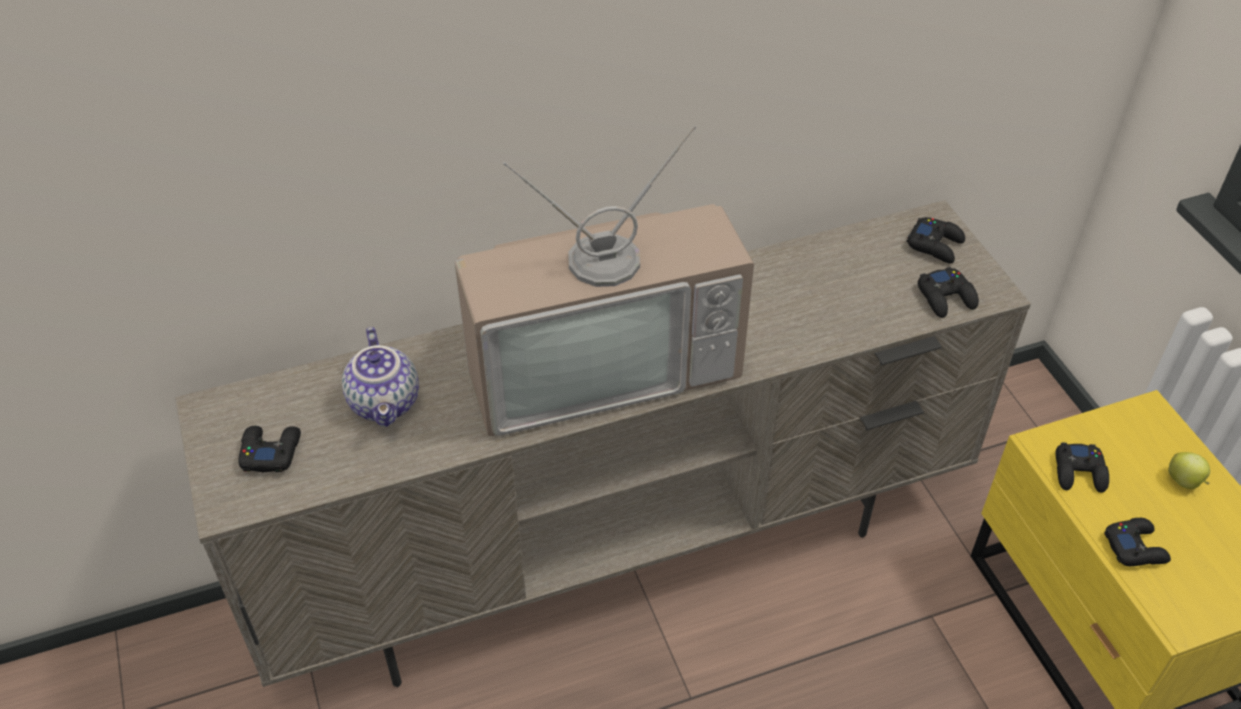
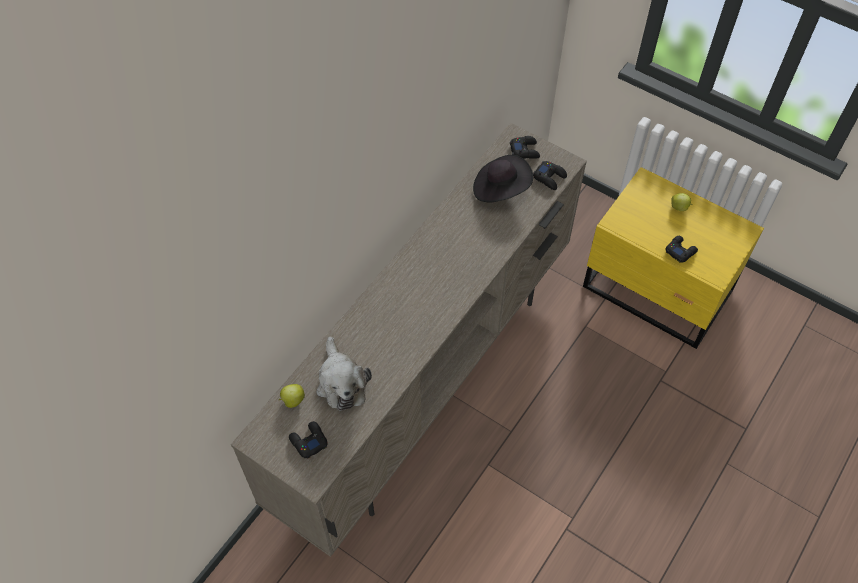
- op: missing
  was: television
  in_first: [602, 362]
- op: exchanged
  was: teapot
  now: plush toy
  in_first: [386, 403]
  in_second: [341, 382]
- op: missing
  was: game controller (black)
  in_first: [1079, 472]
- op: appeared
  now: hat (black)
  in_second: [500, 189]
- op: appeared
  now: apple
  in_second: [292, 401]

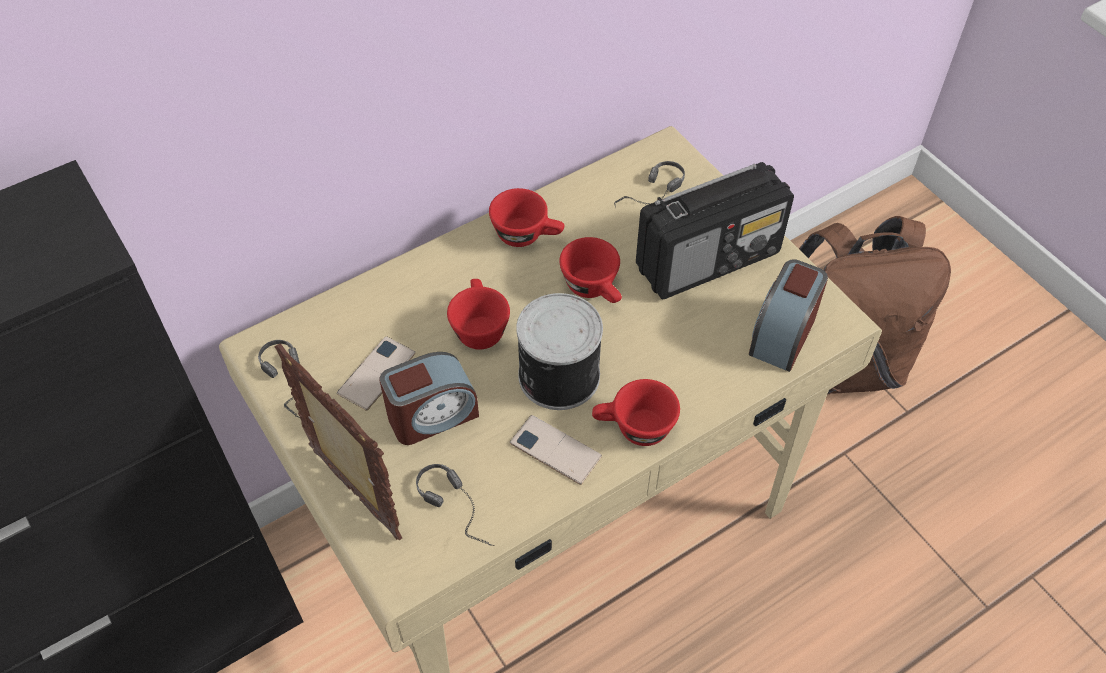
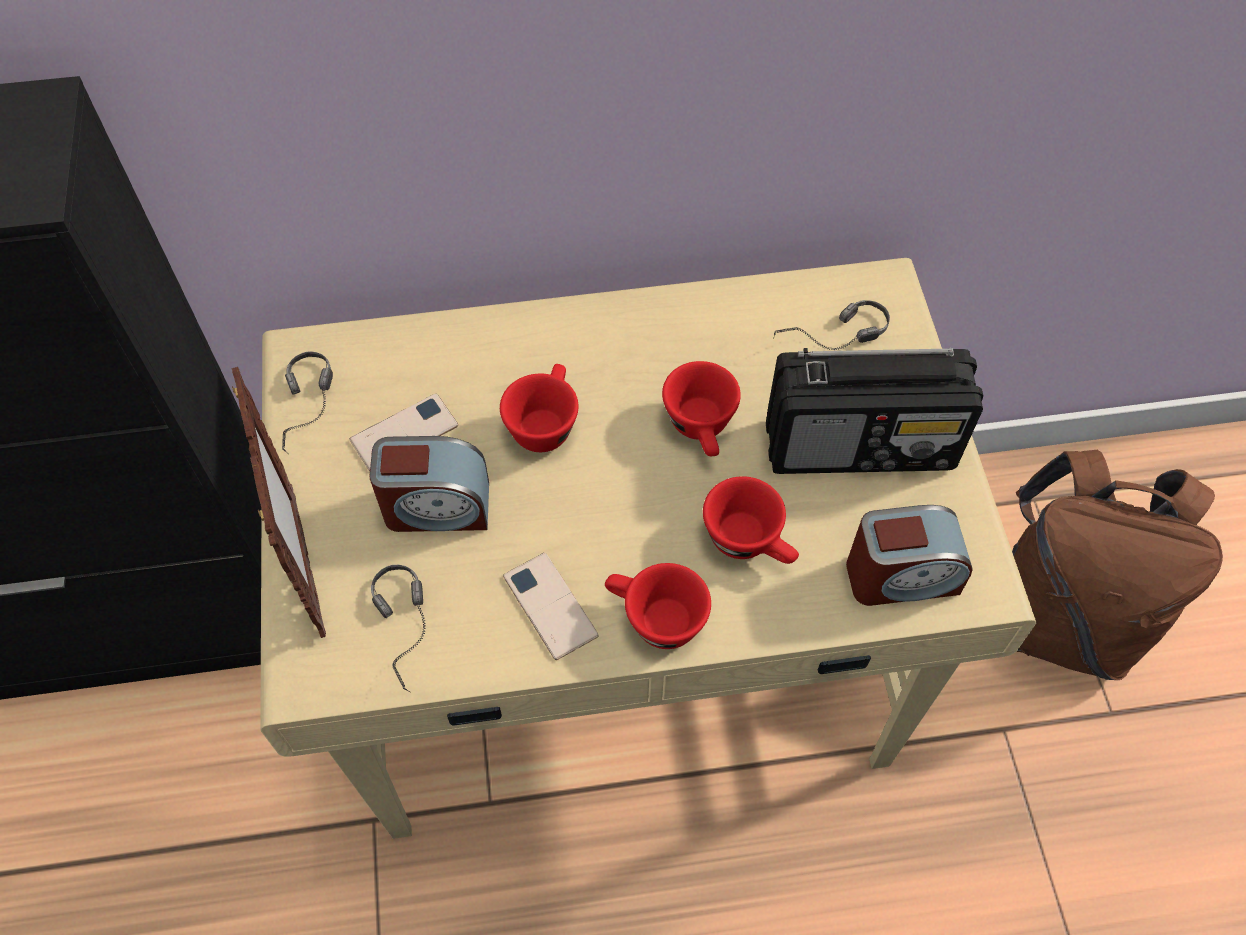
- op: relocated
  was: cup (red)
  in_first: [527, 235]
  in_second: [750, 542]
- op: spun
  was: alarm clock
  in_first: [782, 334]
  in_second: [901, 576]
  clockwise: -150
- op: missing
  was: can
  in_first: [556, 375]

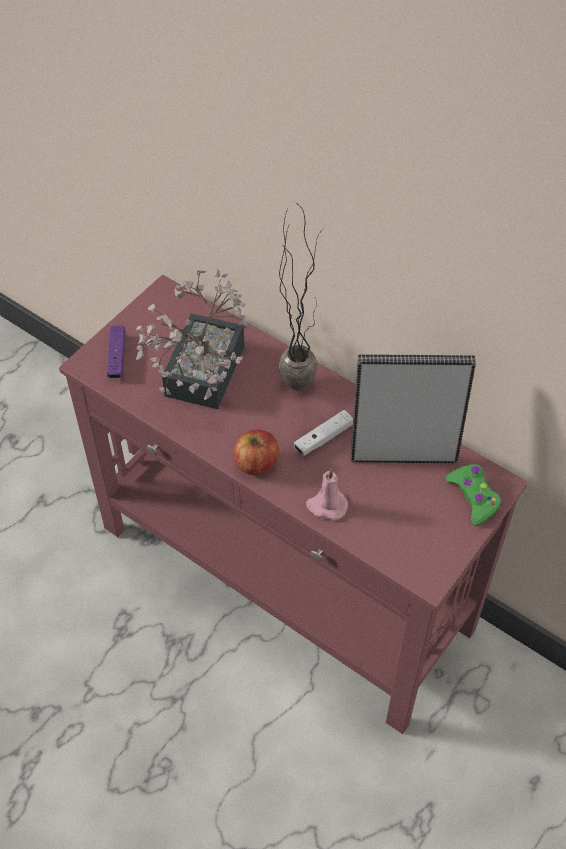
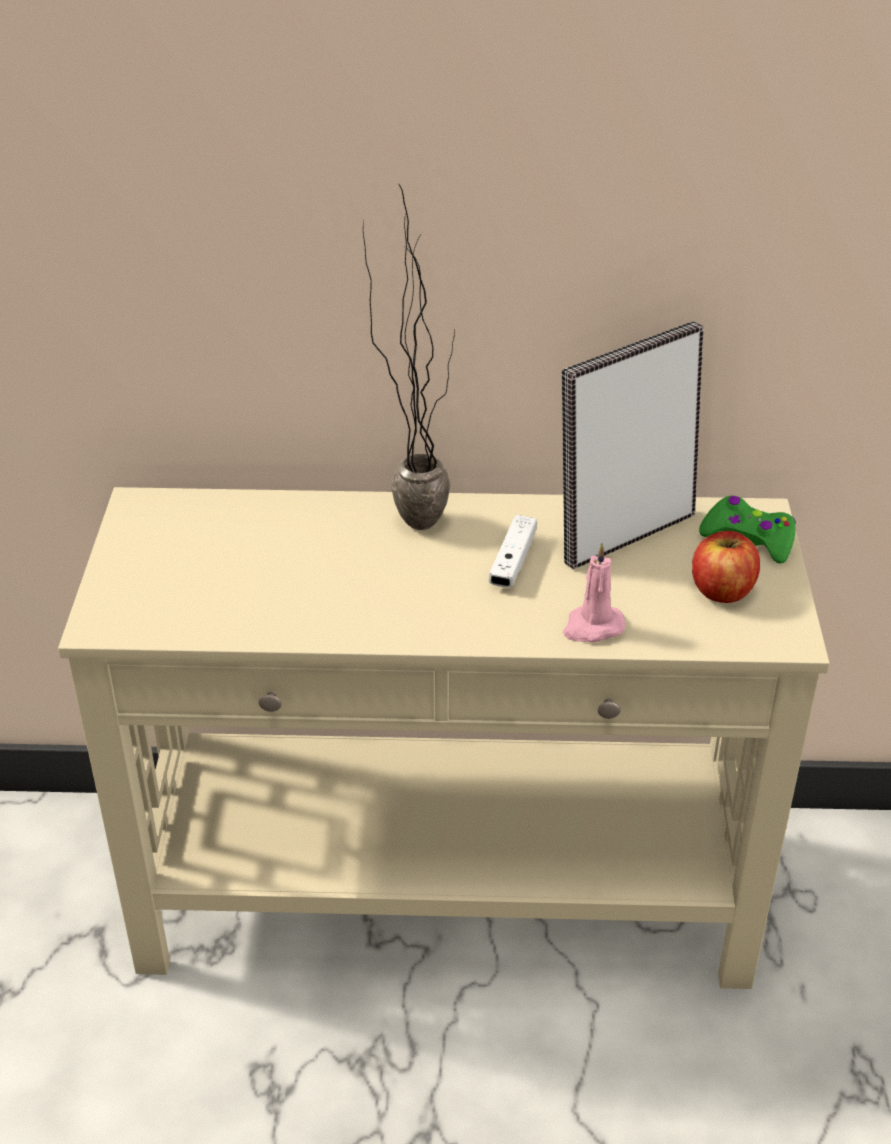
- op: missing
  was: potted plant
  in_first: [200, 379]
- op: colour
  was: console table (red)
  now: console table (beige)
  in_first: [284, 580]
  in_second: [448, 897]
- op: missing
  was: game controller (purple)
  in_first: [117, 357]
- op: relocated
  was: apple
  in_first: [256, 463]
  in_second: [722, 590]

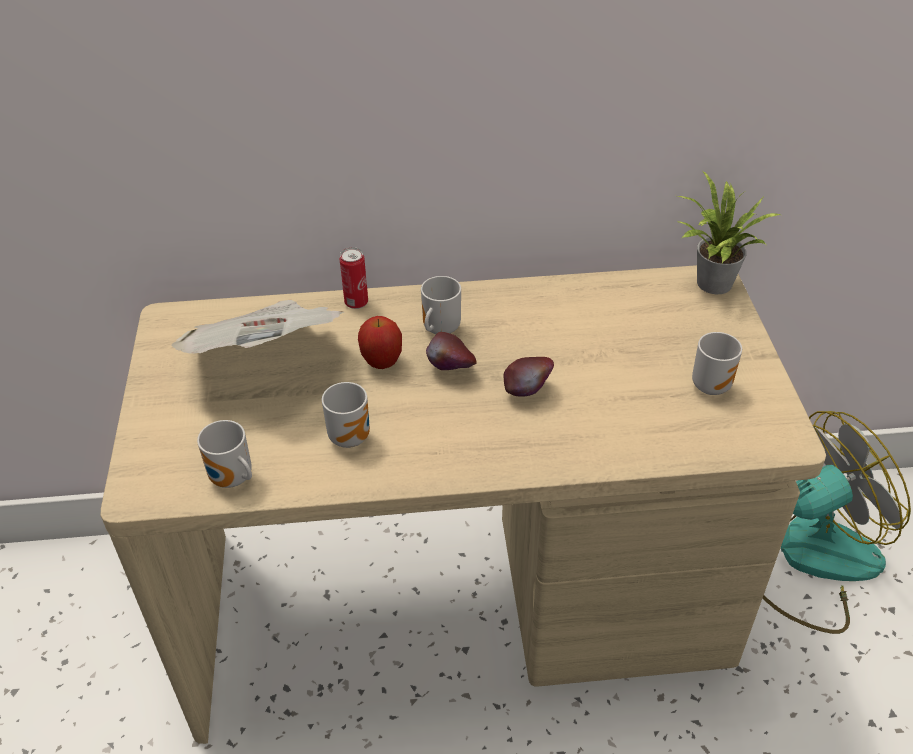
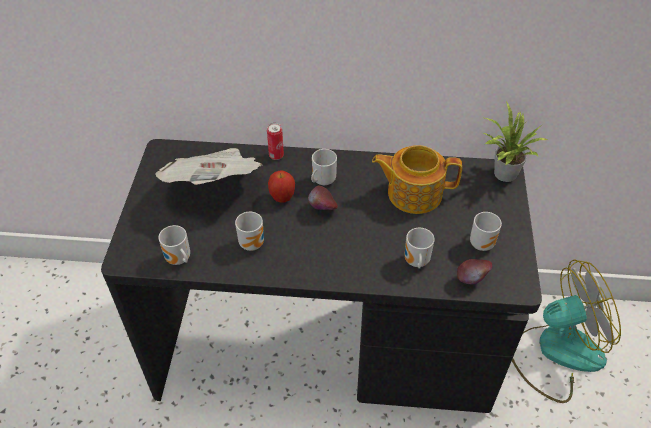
- op: colour
  was: desk (beige)
  now: desk (black)
  in_first: [459, 607]
  in_second: [325, 345]
- op: relocated
  was: apple
  in_first: [527, 392]
  in_second: [471, 279]
- op: appeared
  now: teapot
  in_second: [413, 193]
- op: appeared
  now: mug
  in_second: [415, 262]

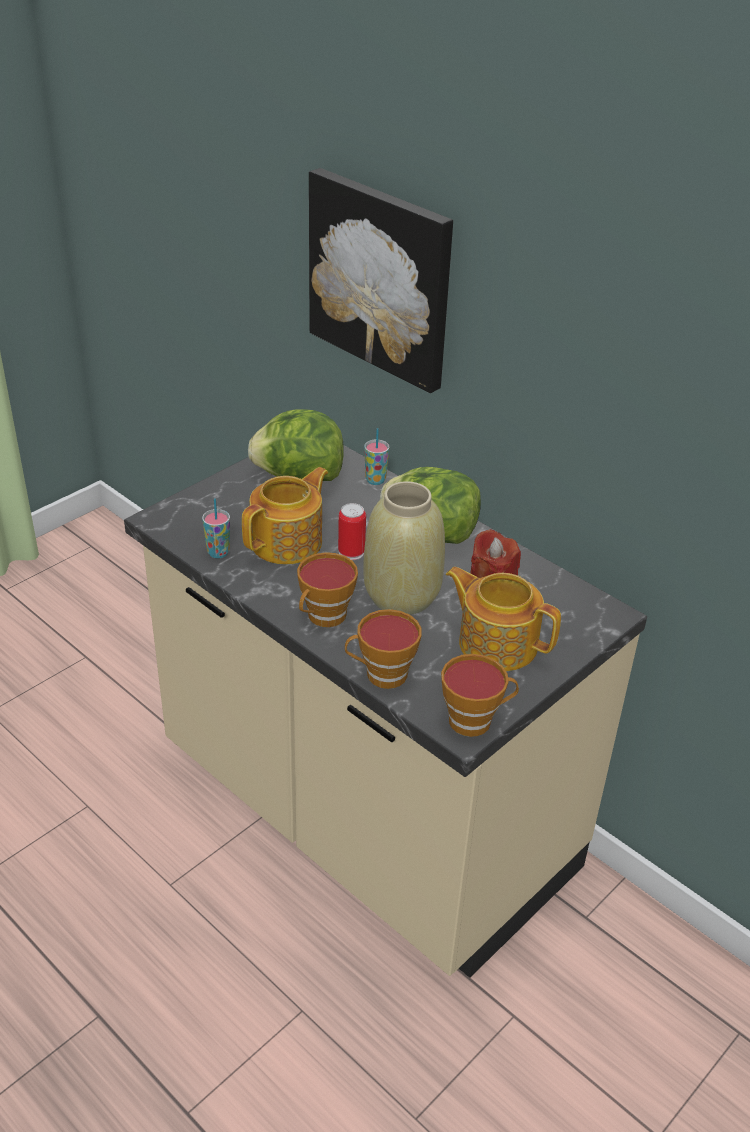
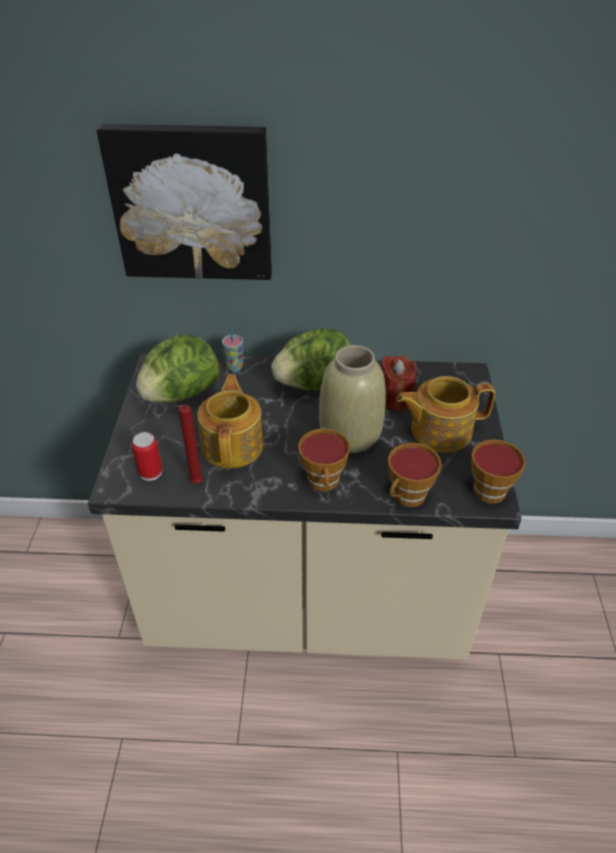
- op: exchanged
  was: cup
  now: candle (red)
  in_first: [218, 552]
  in_second: [195, 483]
- op: relocated
  was: can
  in_first: [351, 552]
  in_second: [150, 472]

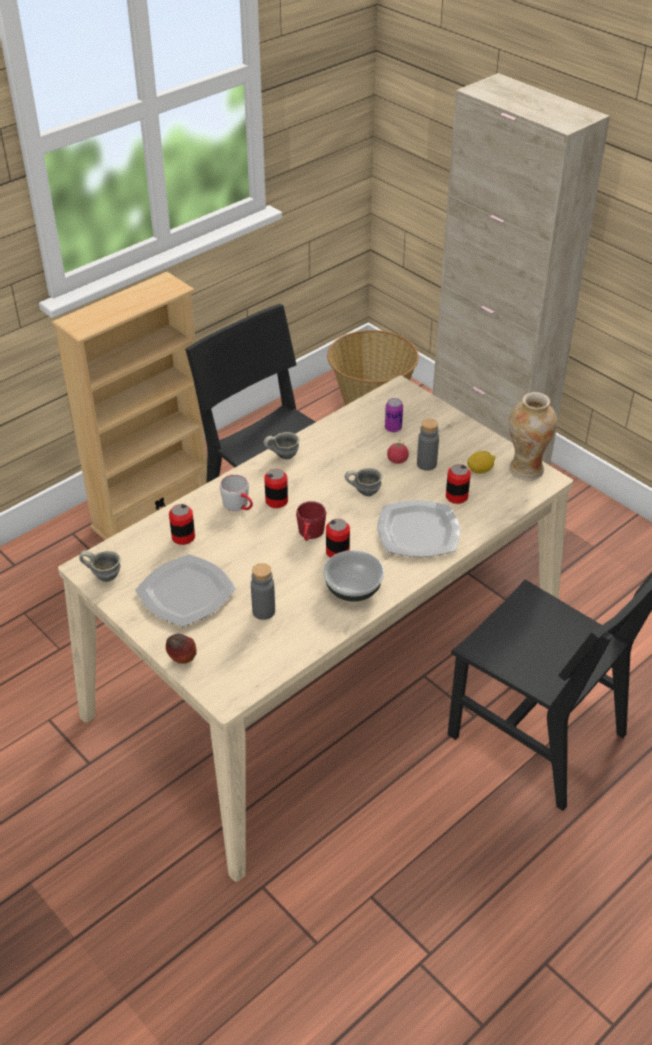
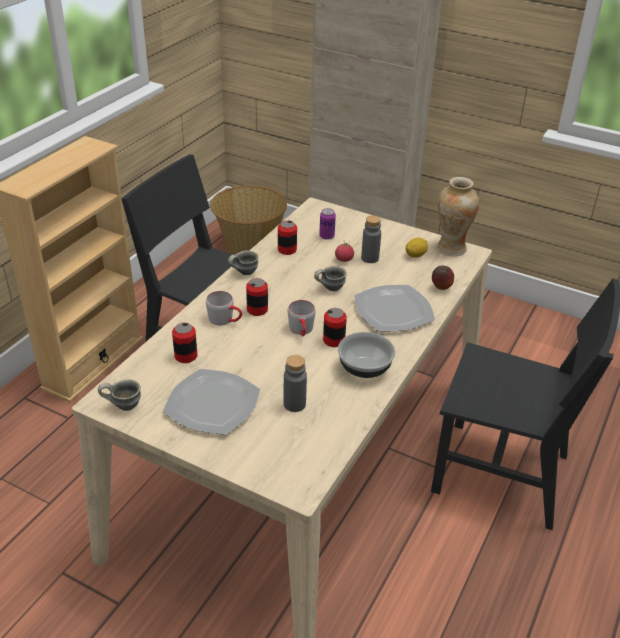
- op: relocated
  was: can
  in_first: [456, 496]
  in_second: [287, 250]
- op: colour
  was: mug (red)
  now: mug (grey)
  in_first: [310, 535]
  in_second: [302, 331]
- op: relocated
  was: apple
  in_first: [182, 659]
  in_second: [441, 288]

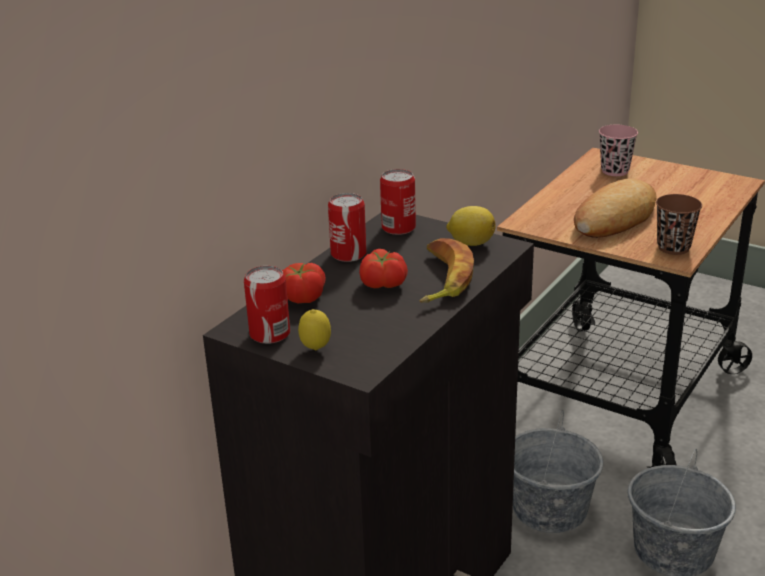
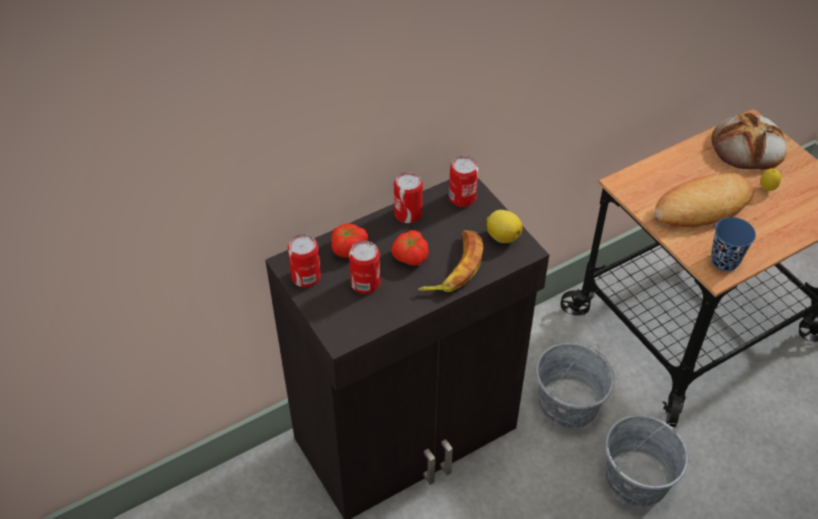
- op: exchanged
  was: cup (pink)
  now: bread
  in_first: [615, 171]
  in_second: [748, 147]
- op: colour
  was: cup (brown)
  now: cup (blue)
  in_first: [673, 248]
  in_second: [724, 260]
- op: relocated
  was: lemon
  in_first: [316, 349]
  in_second: [767, 189]
- op: appeared
  now: can
  in_second: [365, 283]

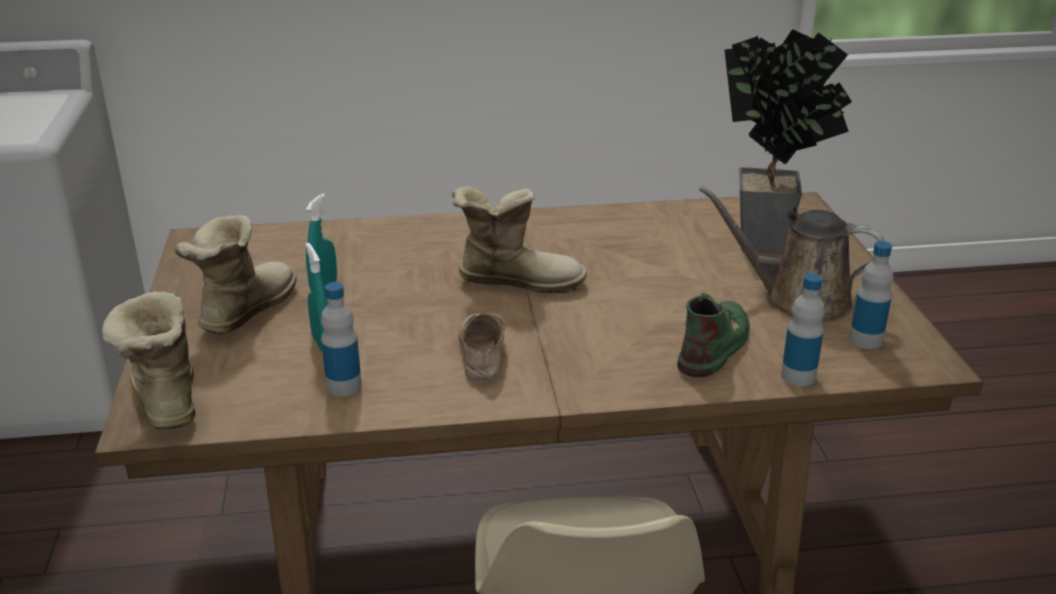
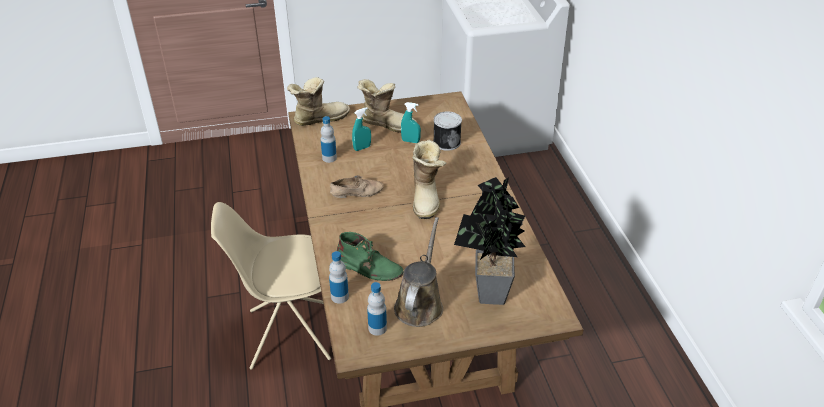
- op: appeared
  now: can
  in_second: [446, 142]

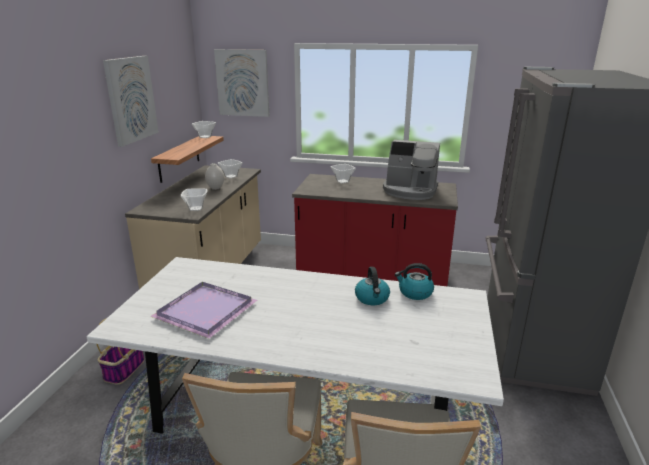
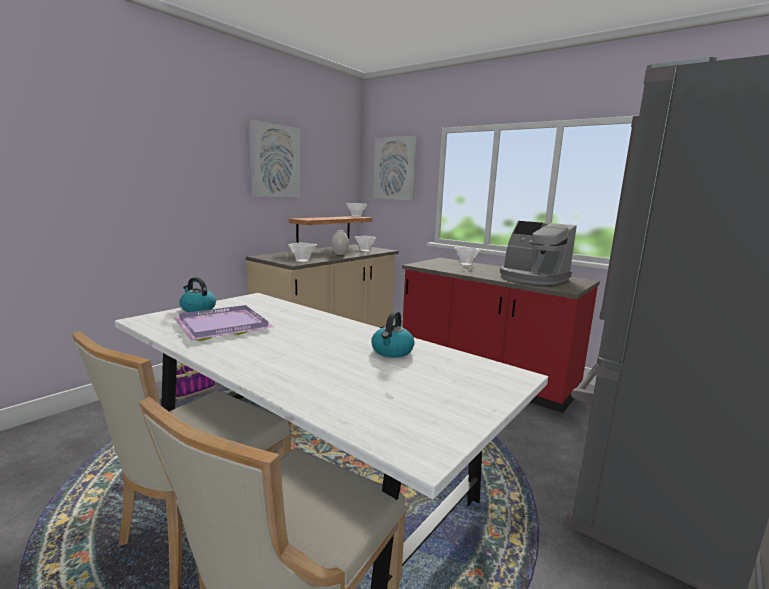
- op: relocated
  was: kettle
  in_first: [415, 293]
  in_second: [197, 308]

